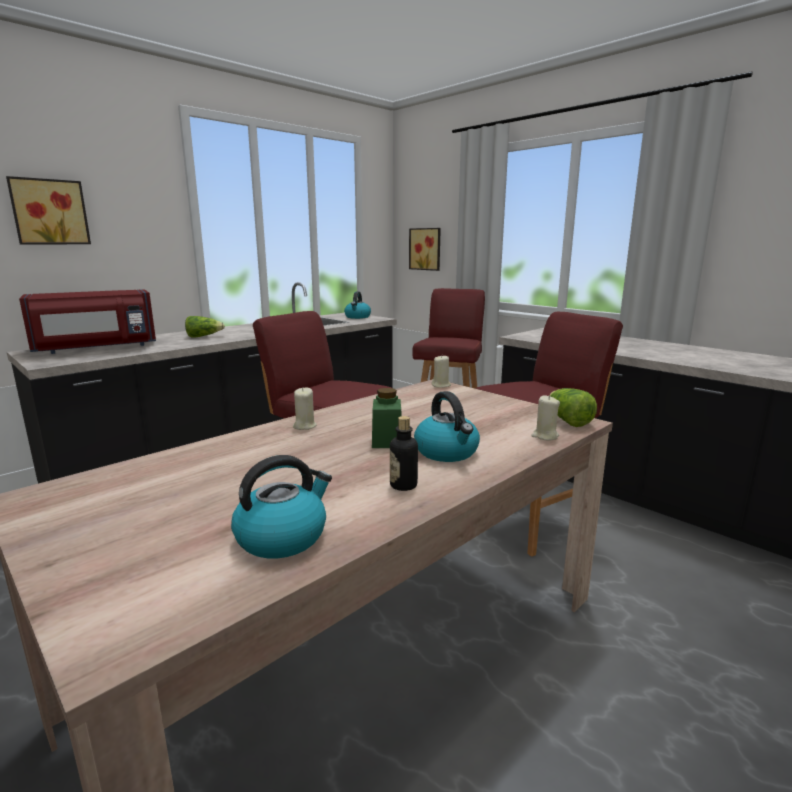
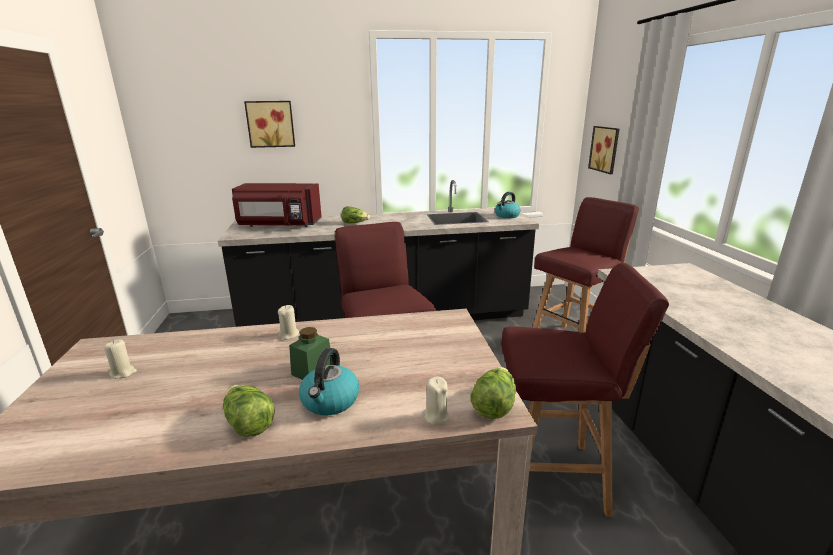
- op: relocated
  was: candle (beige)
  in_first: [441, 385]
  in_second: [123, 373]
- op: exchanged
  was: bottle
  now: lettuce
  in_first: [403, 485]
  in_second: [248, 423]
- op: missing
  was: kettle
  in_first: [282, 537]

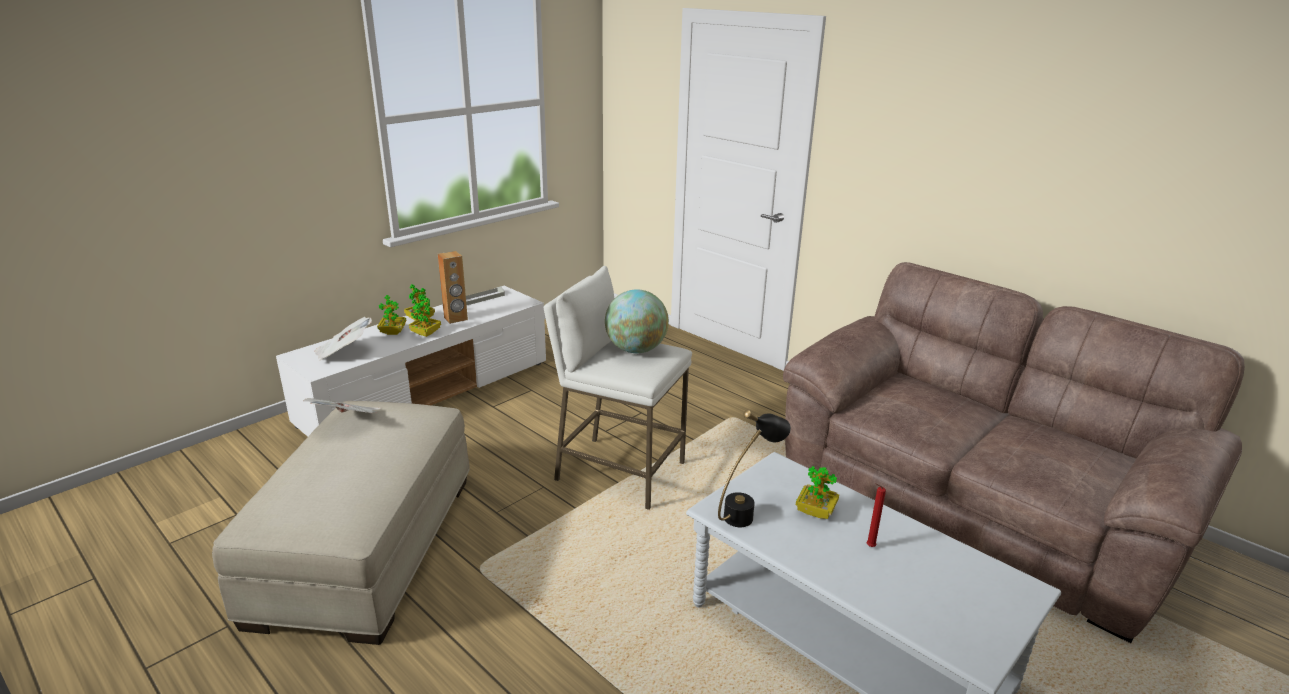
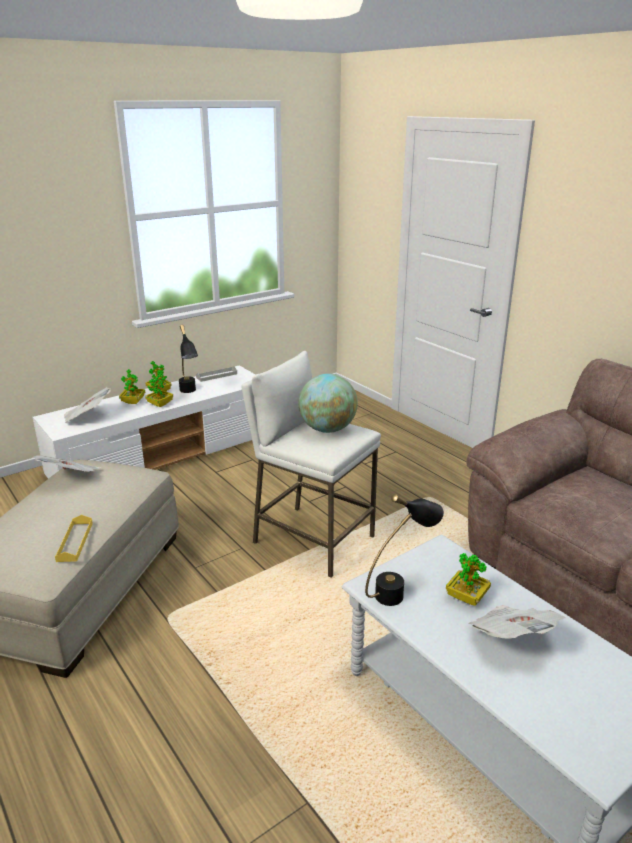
- op: exchanged
  was: speaker (brown)
  now: table lamp (black)
  in_first: [456, 318]
  in_second: [189, 392]
- op: exchanged
  was: candle (red)
  now: newspaper
  in_first: [869, 547]
  in_second: [511, 638]
- op: appeared
  now: tray (yellow)
  in_second: [75, 541]

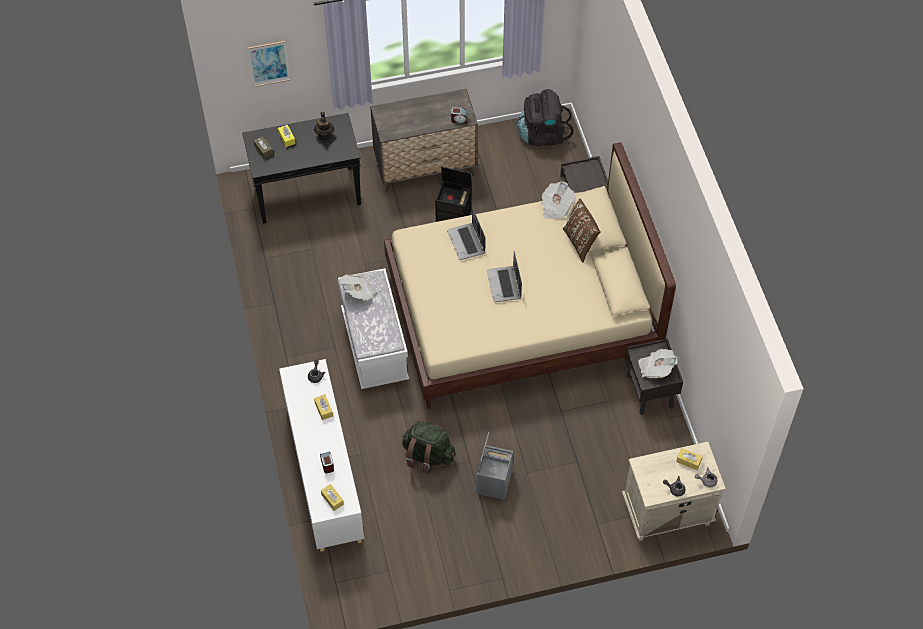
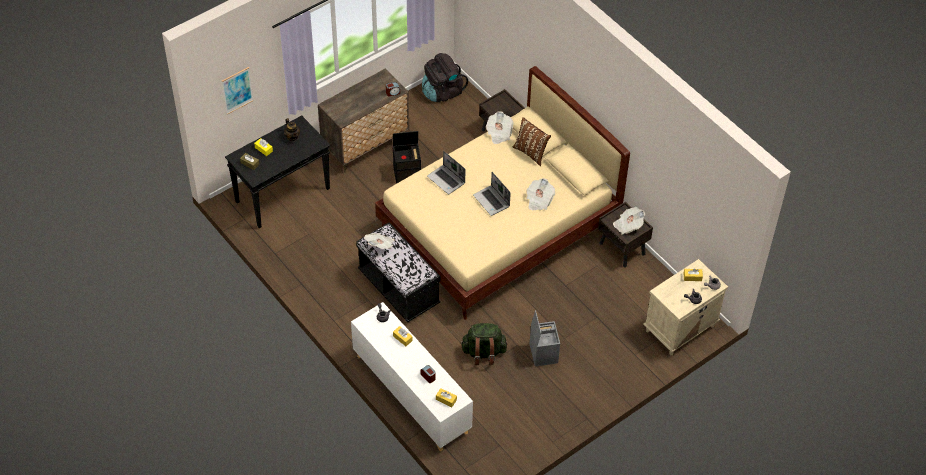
- op: colour
  was: bench (white)
  now: bench (black)
  in_first: [375, 346]
  in_second: [399, 288]
- op: appeared
  now: newspaper
  in_second: [539, 200]

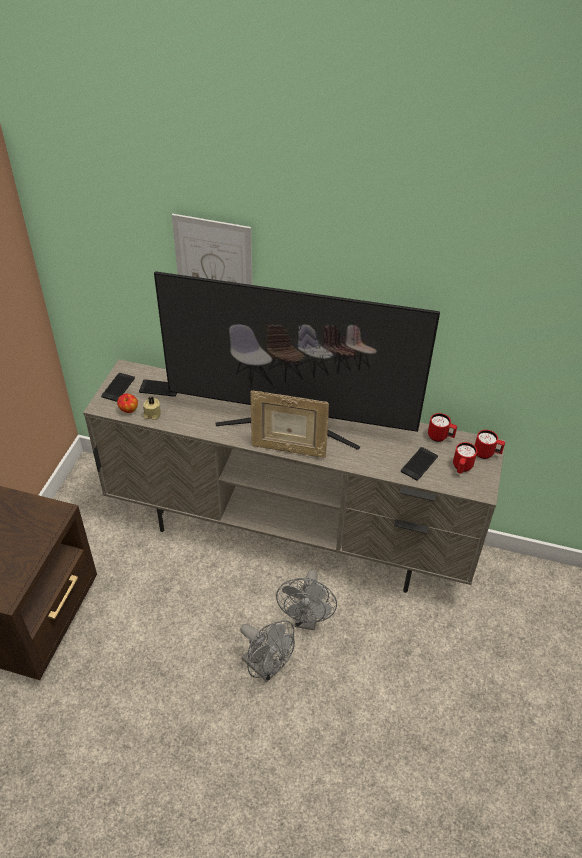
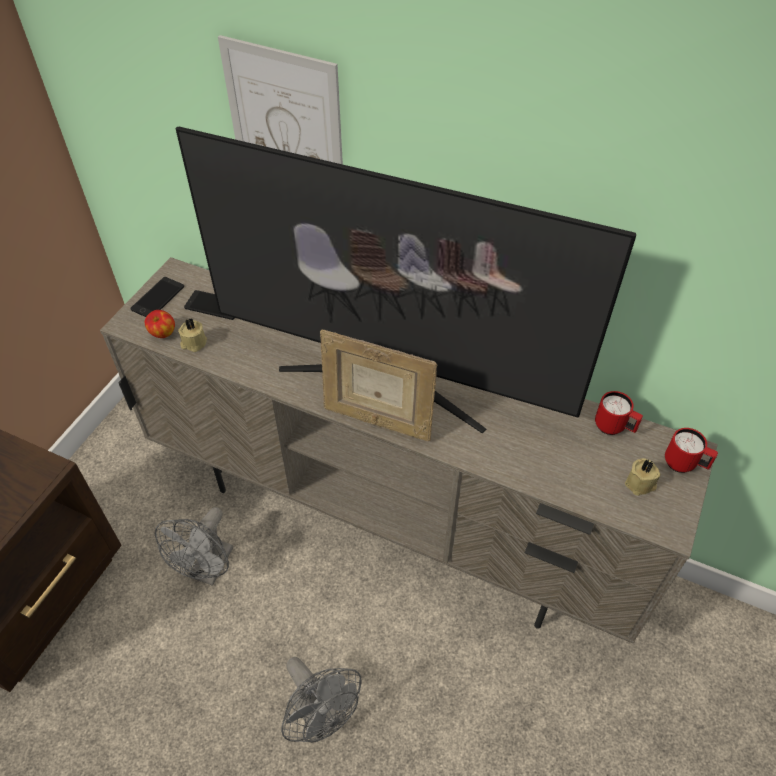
- op: exchanged
  was: mug (red)
  now: candle (beige)
  in_first: [461, 468]
  in_second: [640, 484]
- op: missing
  was: phone
  in_first: [419, 464]
- op: relocated
  was: fan (grey)
  in_first: [306, 620]
  in_second: [208, 570]

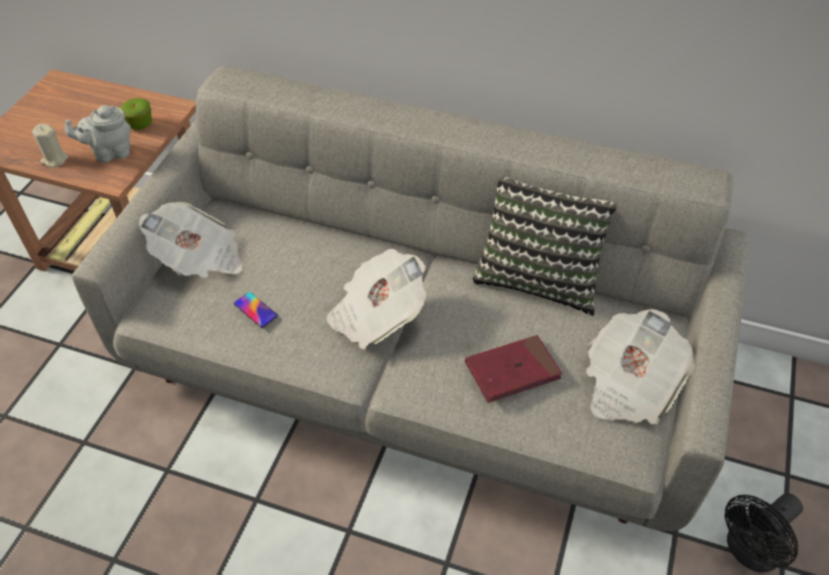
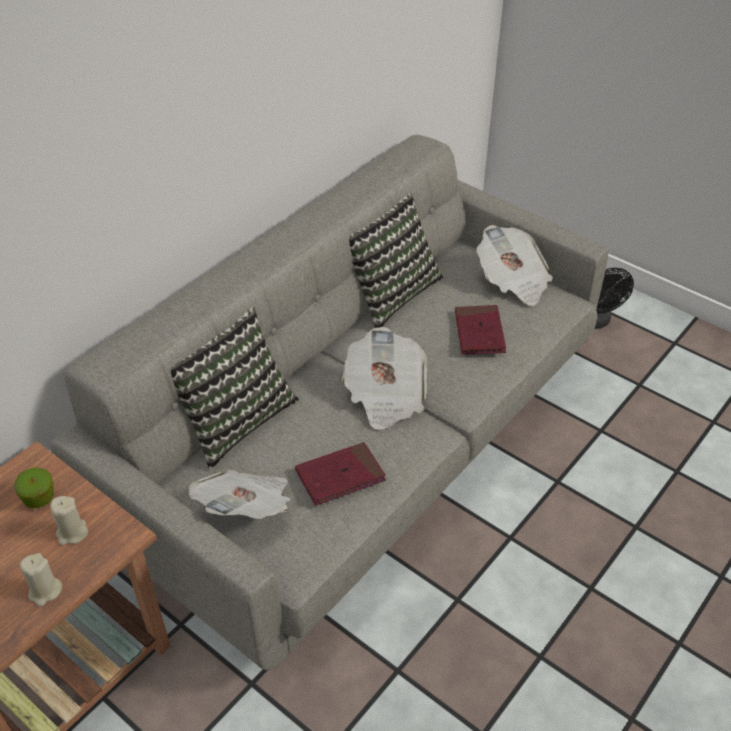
- op: exchanged
  was: teapot (grey)
  now: candle (beige)
  in_first: [110, 153]
  in_second: [72, 533]
- op: exchanged
  was: phone
  now: book (red)
  in_first: [255, 310]
  in_second: [340, 476]
- op: appeared
  now: pillow
  in_second: [235, 419]

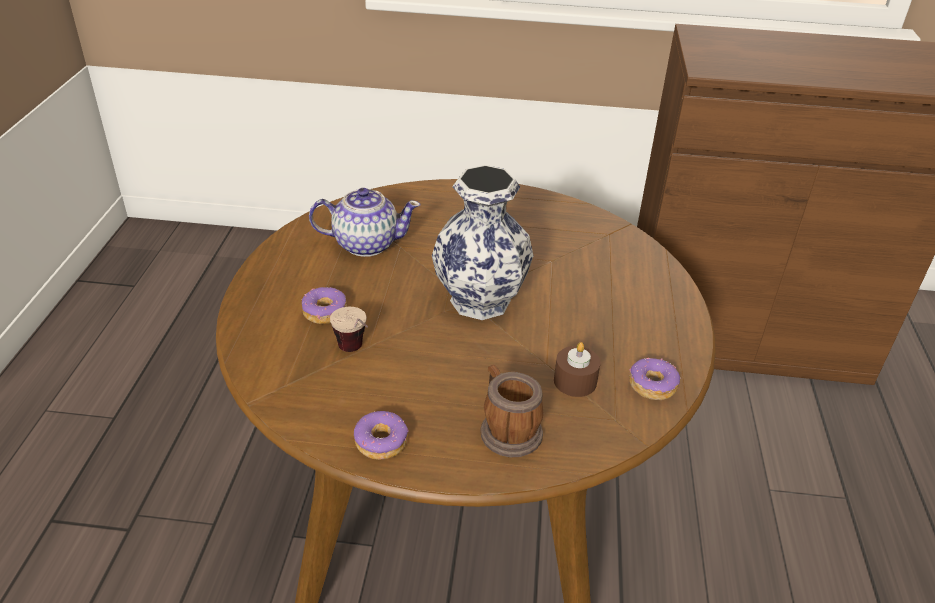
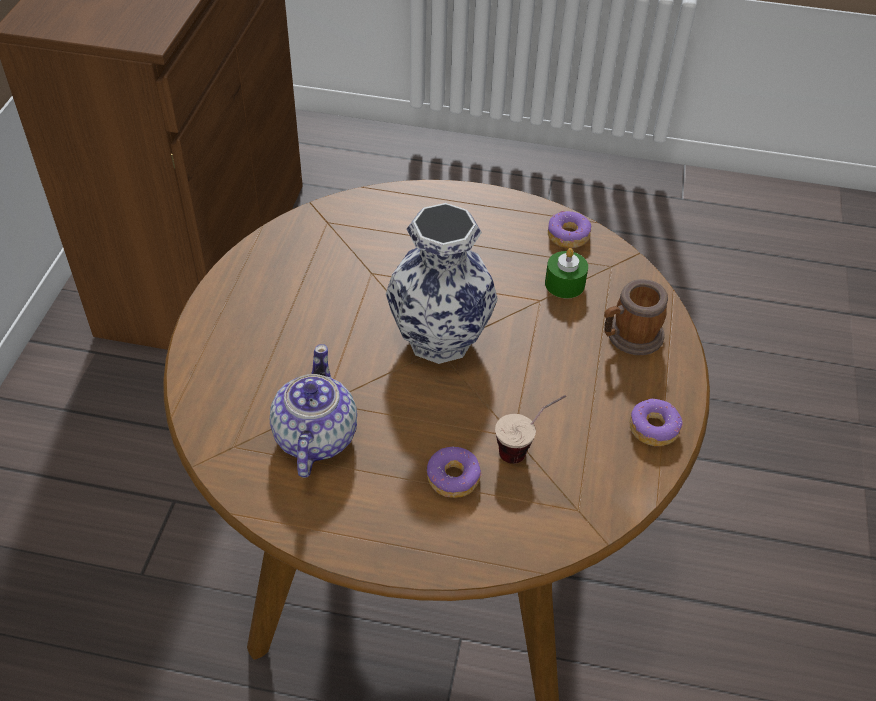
- op: colour
  was: candle (brown)
  now: candle (green)
  in_first: [575, 381]
  in_second: [564, 284]

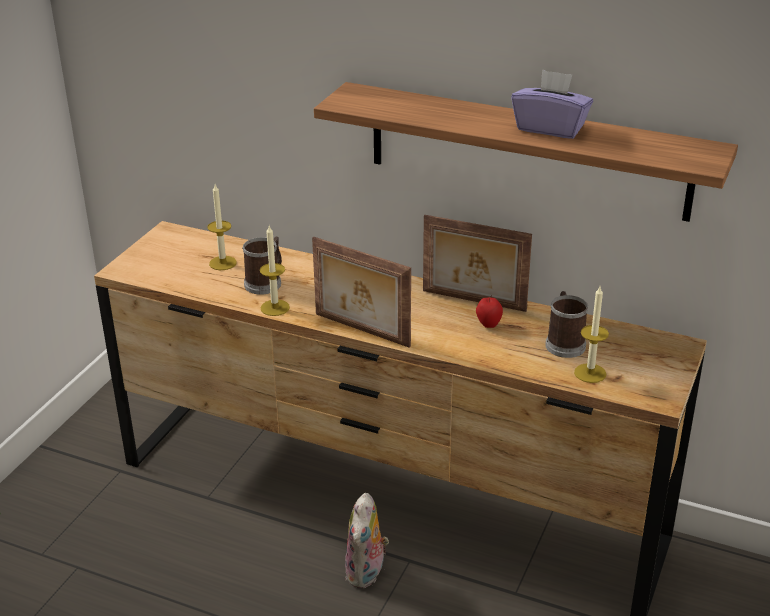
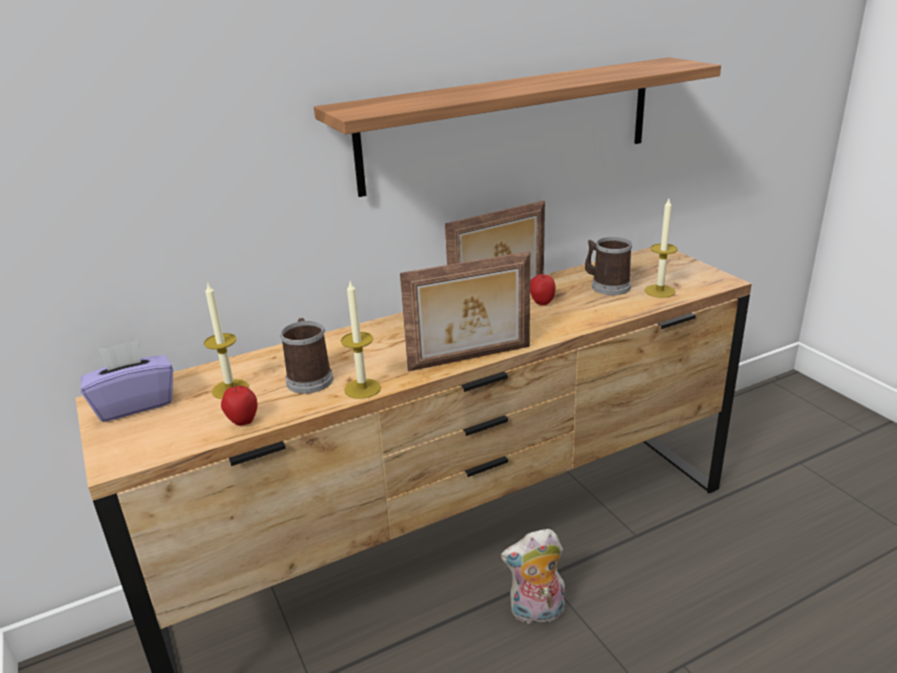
- op: relocated
  was: tissue box (purple)
  in_first: [550, 128]
  in_second: [135, 404]
- op: spun
  was: plush toy
  in_first: [367, 573]
  in_second: [536, 613]
  clockwise: 120
- op: appeared
  now: apple
  in_second: [243, 422]

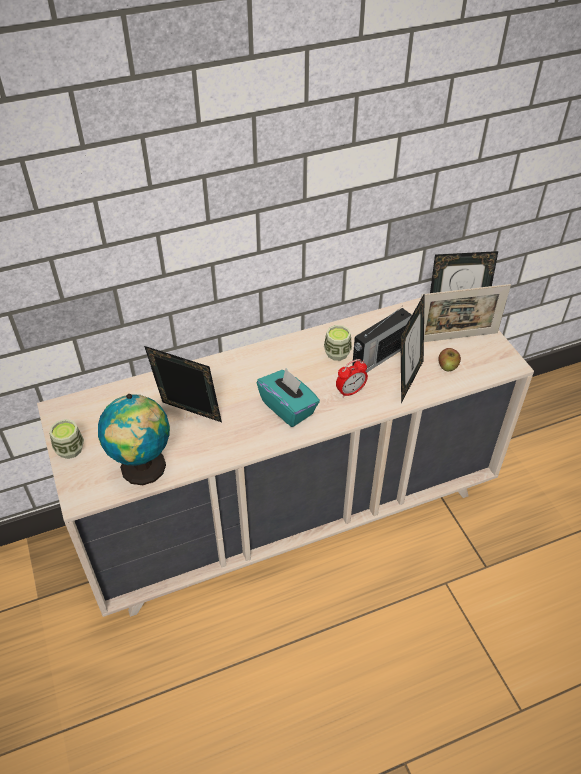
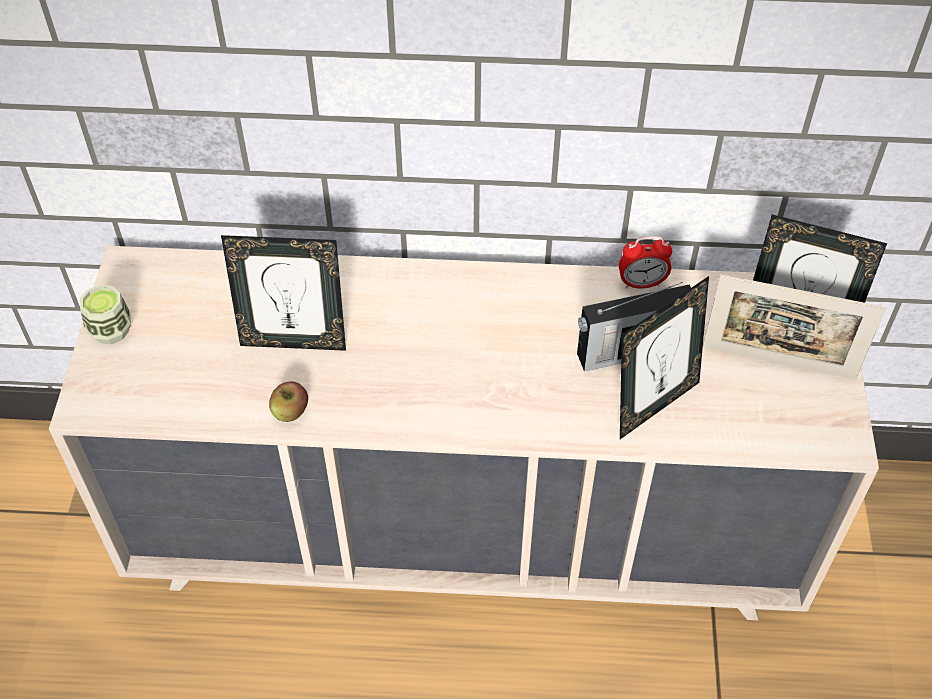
- op: missing
  was: cup
  in_first: [337, 353]
- op: spun
  was: picture frame
  in_first: [189, 416]
  in_second: [294, 341]
  clockwise: 135
- op: relocated
  was: apple
  in_first: [447, 366]
  in_second: [290, 412]
- op: relocated
  was: alarm clock
  in_first: [350, 391]
  in_second: [641, 283]
- op: missing
  was: tissue box (turquoise)
  in_first: [288, 408]
- op: missing
  was: globe
  in_first: [143, 469]

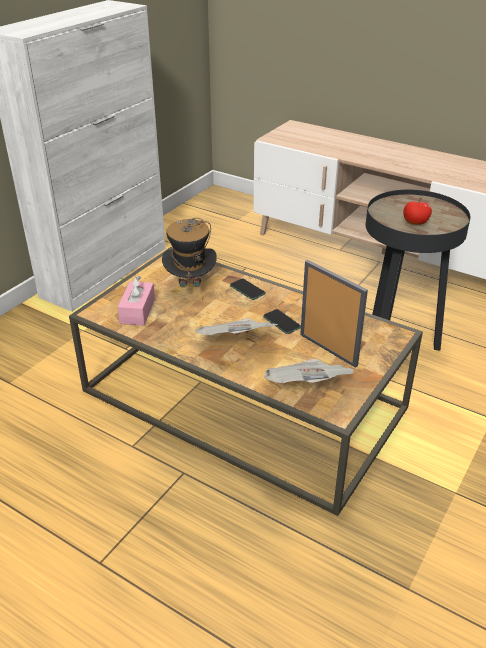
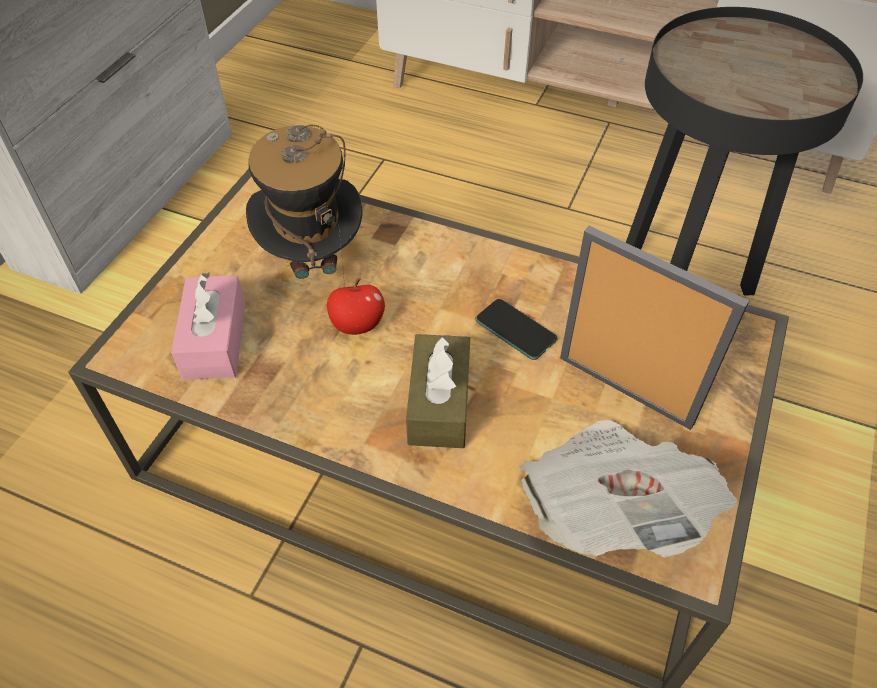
- op: relocated
  was: apple
  in_first: [415, 223]
  in_second: [357, 325]
- op: missing
  was: phone
  in_first: [247, 290]
- op: exchanged
  was: newspaper
  now: tissue box (brown)
  in_first: [236, 345]
  in_second: [439, 403]

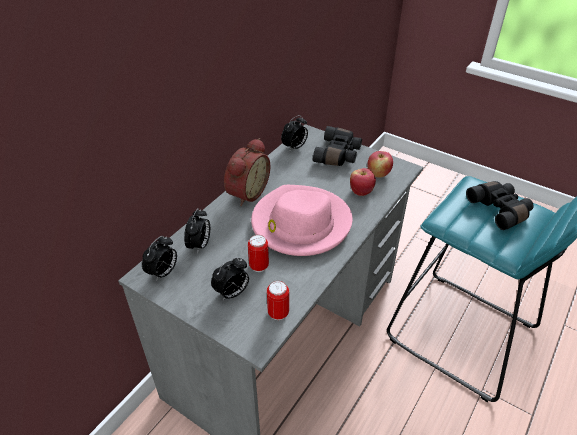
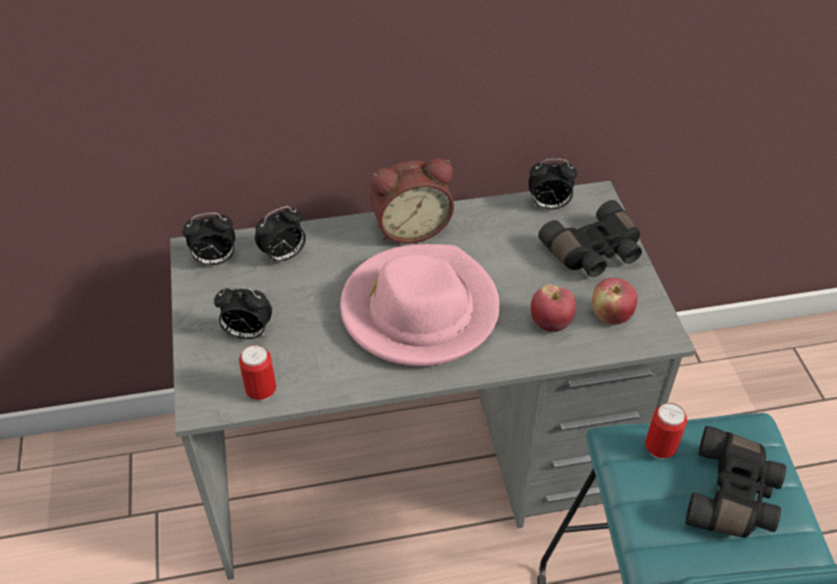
- op: relocated
  was: can
  in_first: [259, 266]
  in_second: [659, 448]

